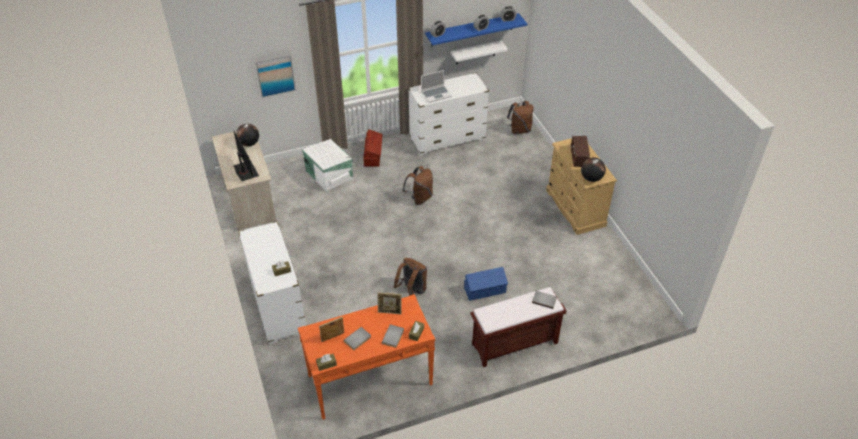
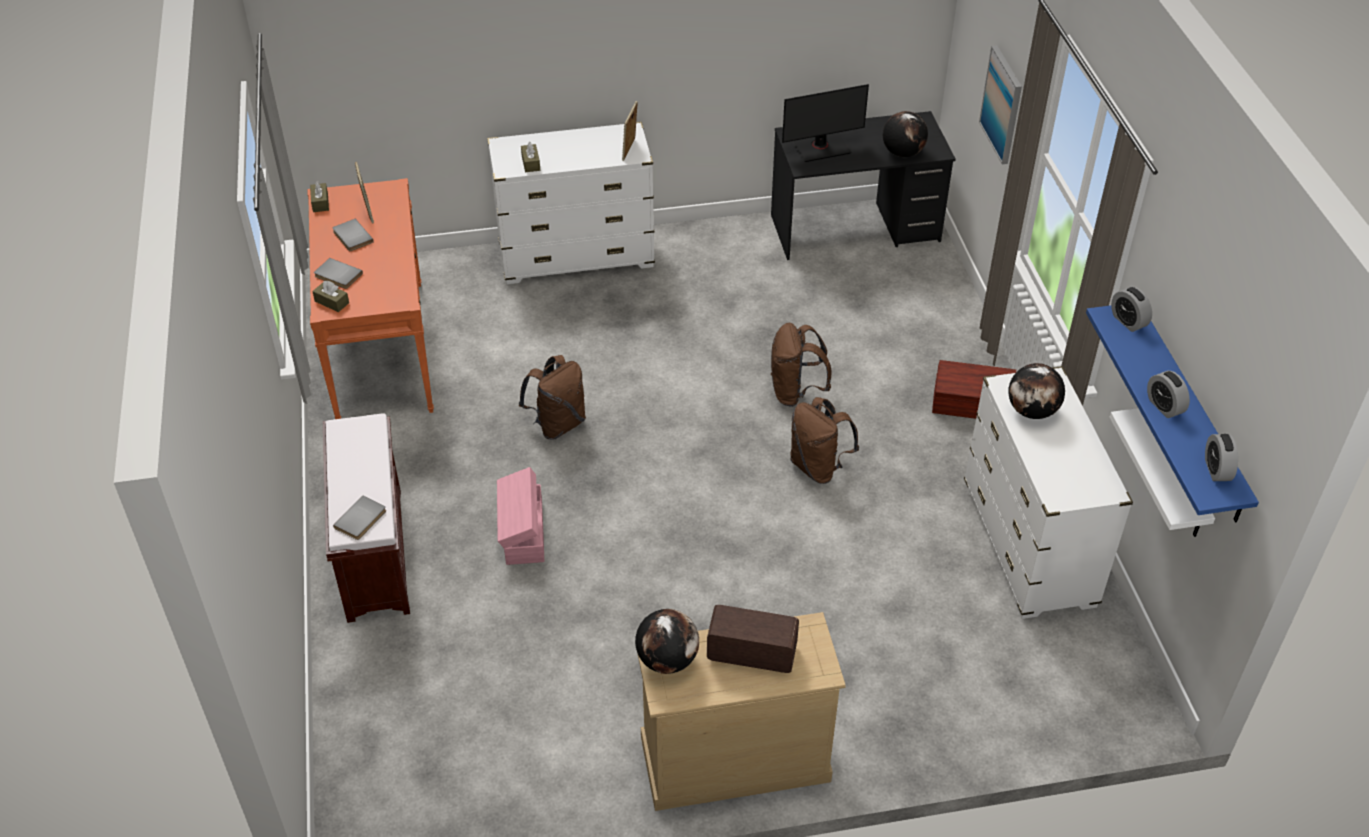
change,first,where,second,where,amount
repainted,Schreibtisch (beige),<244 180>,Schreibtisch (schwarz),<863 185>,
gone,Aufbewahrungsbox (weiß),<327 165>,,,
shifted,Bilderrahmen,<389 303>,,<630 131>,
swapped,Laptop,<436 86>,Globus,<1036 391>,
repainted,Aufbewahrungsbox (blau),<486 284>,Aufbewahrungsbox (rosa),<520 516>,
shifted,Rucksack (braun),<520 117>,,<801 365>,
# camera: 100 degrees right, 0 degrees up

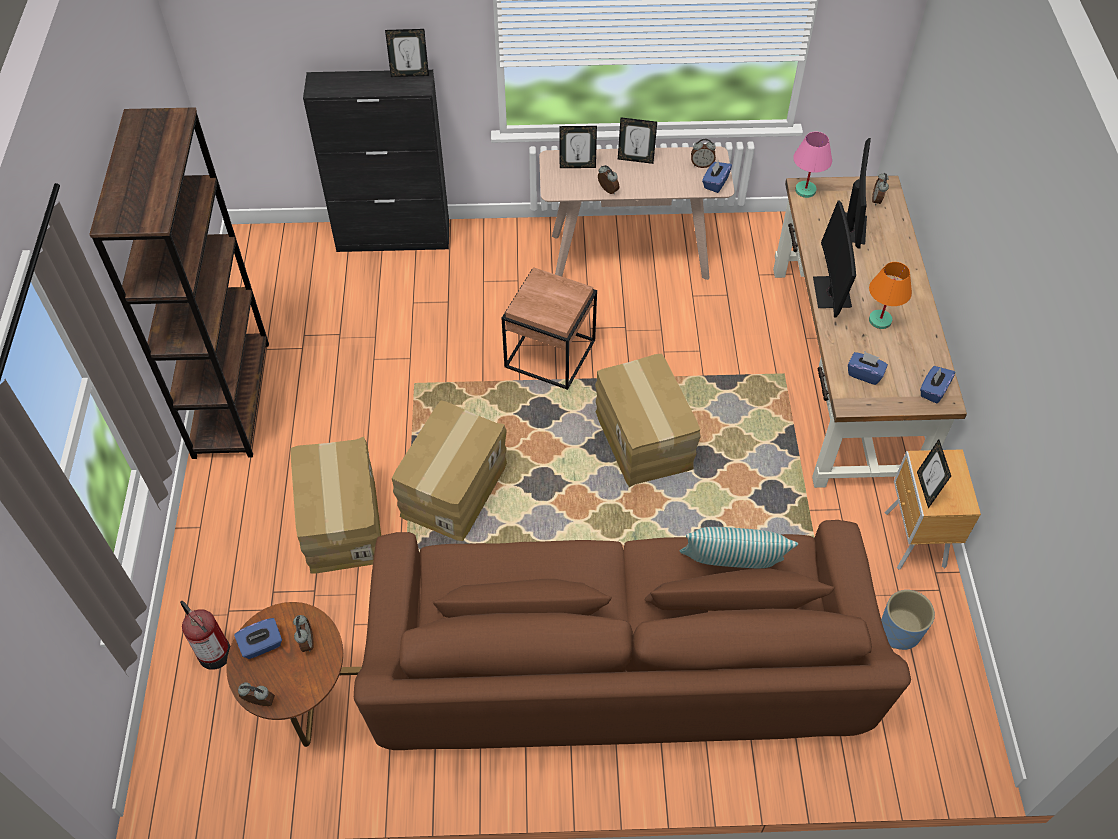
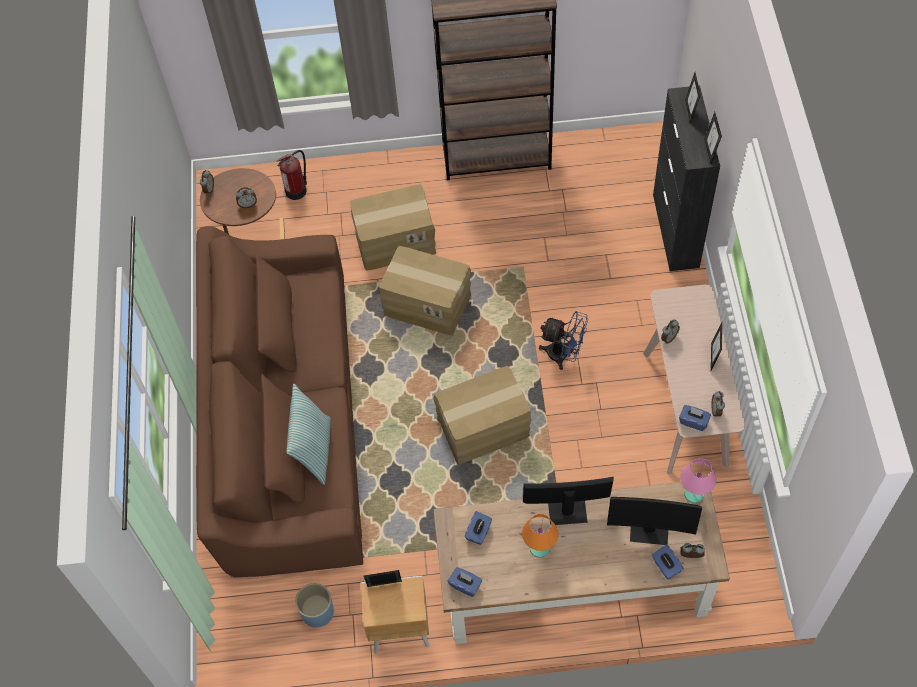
change,first,where,second,where,amount
shifted,Taschentuchbox (blau),<258 638>,,<668 562>,
swapped,Beistelltisch (braun),<549 328>,Ventilator (blau),<563 340>,
shifted,Bilderrahmen,<578 147>,,<693 97>,
# camera: 90 degrees right, 5 degrees up

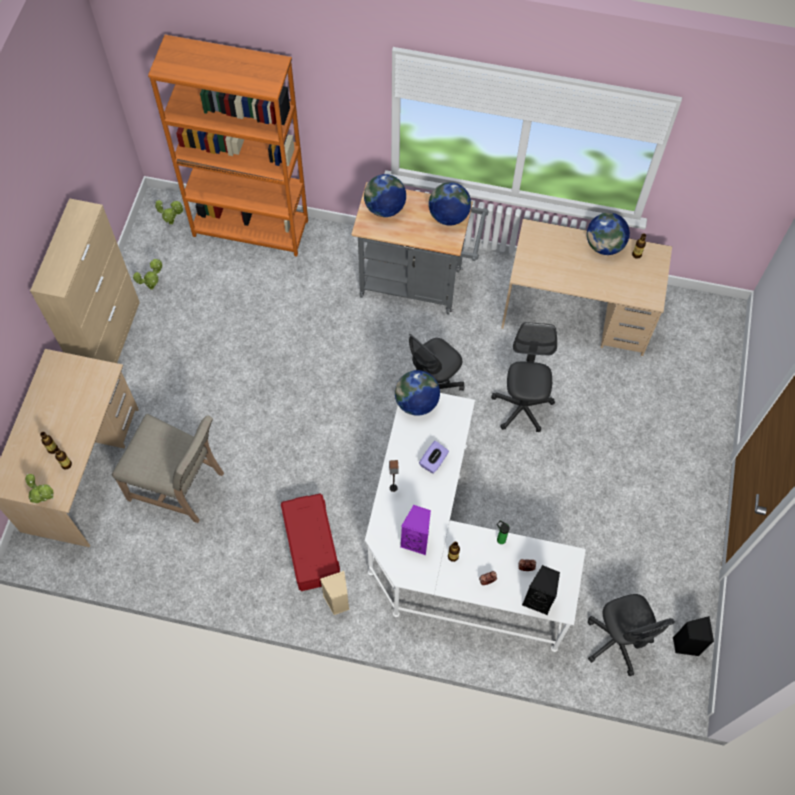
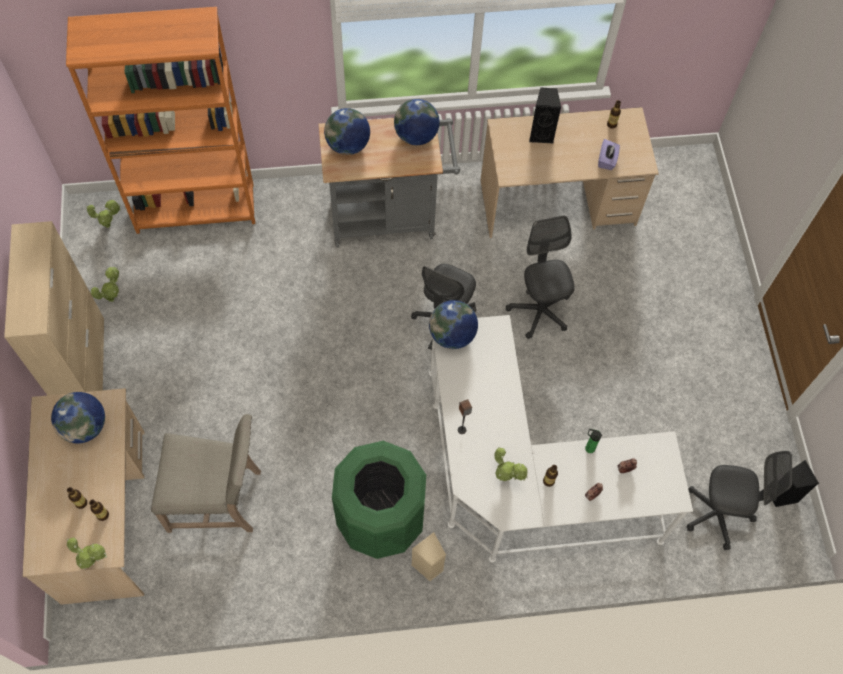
change,first,where,second,where,amount
swapped,Aufbewahrungsbox (rot),<310 542>,Mülleimer (grün),<379 500>,
swapped,Lautsprecher (lila),<416 530>,Topfpflanze,<511 464>,
shifted,Taschentuchbox (lila),<434 457>,,<609 154>,
shifted,Lautsprecher (schwarz),<541 590>,,<545 115>,
shifted,Globus,<608 234>,,<78 417>,
rotated,Bürostuhl (grau),<631 635>,,<739 500>,45 degrees counterclockwise
# camera: 20 degrees left, 0 degrees up

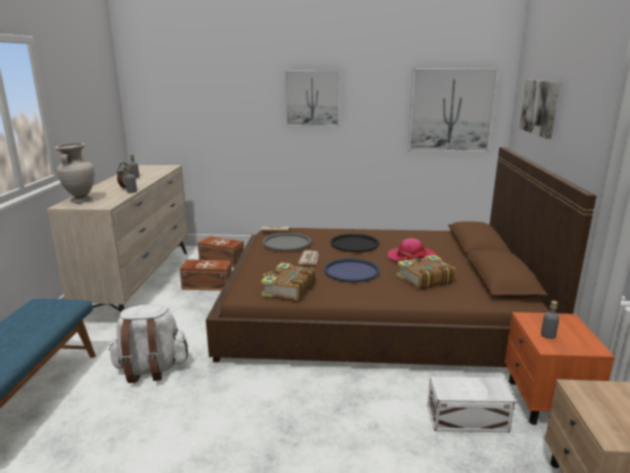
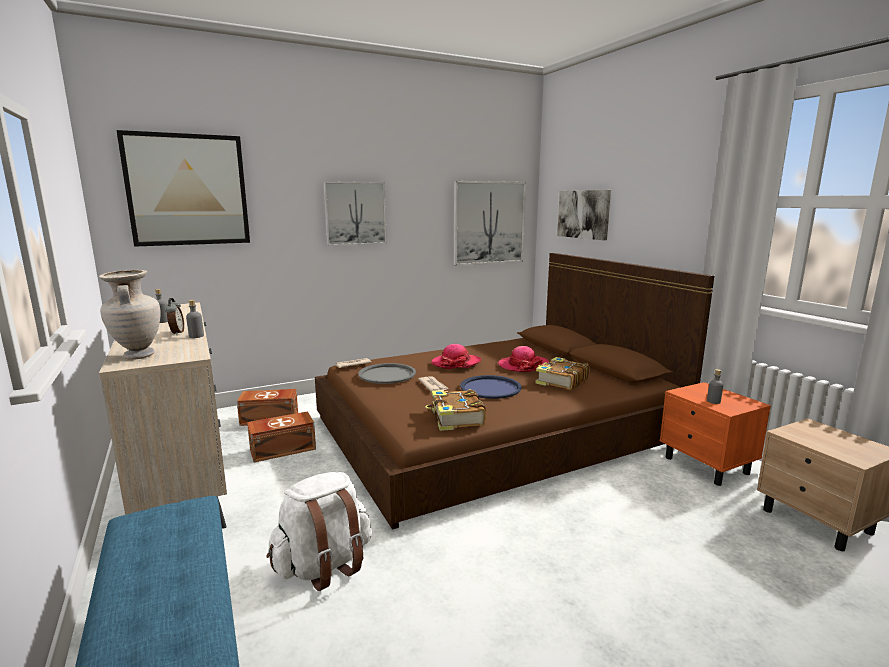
change,first,where,second,where,amount
swapped,Tablett (schwarz),<354 243>,Hut,<456 356>,
gone,Aufbewahrungsbox (weiß),<471 404>,,,
new,,,Bild,<183 188>,
# camera: 30 degrees left, 5 degrees down

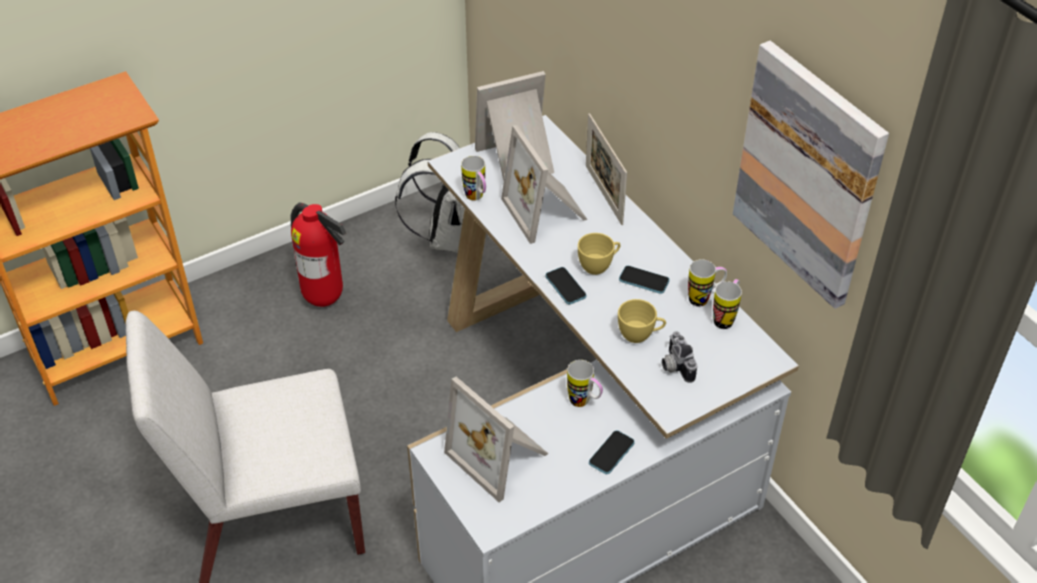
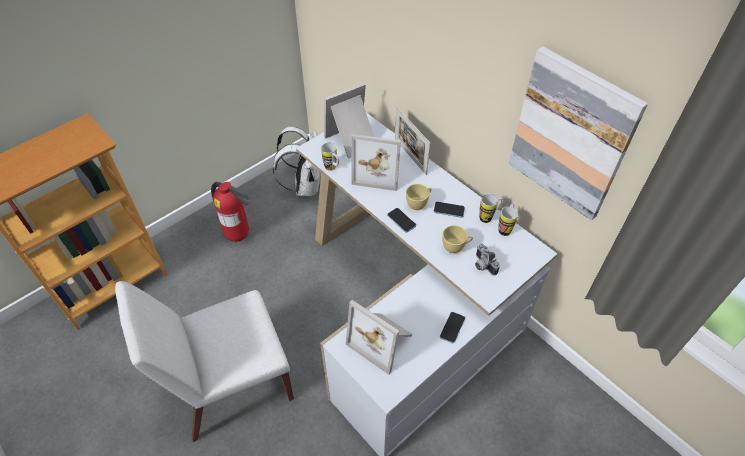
change,first,where,second,where,amount
rotated,Bilderrahmen,<544 184>,,<376 162>,45 degrees counterclockwise
gone,Henkelbecher,<585 383>,,,
# camera: 10 degrees left, 5 degrees up

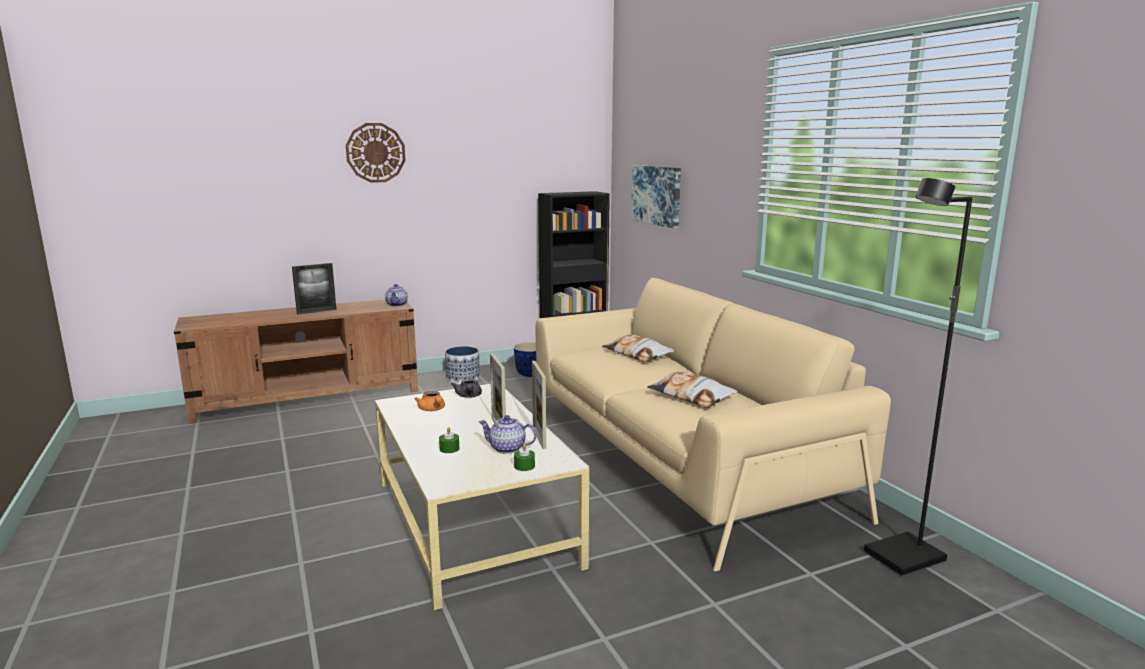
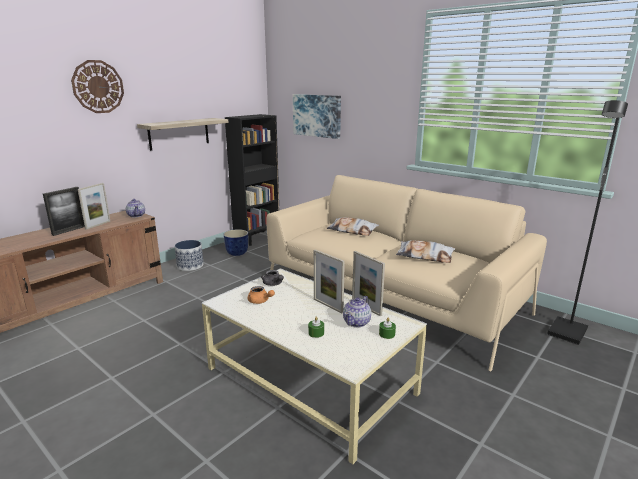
change,first,where,second,where,amount
rotated,Teekanne,<507 434>,,<357 312>,45 degrees counterclockwise
new,,,Bilderrahmen,<94 206>,
new,,,Wandregal,<183 134>,
# camera: 25 degrees left, 5 degrees up

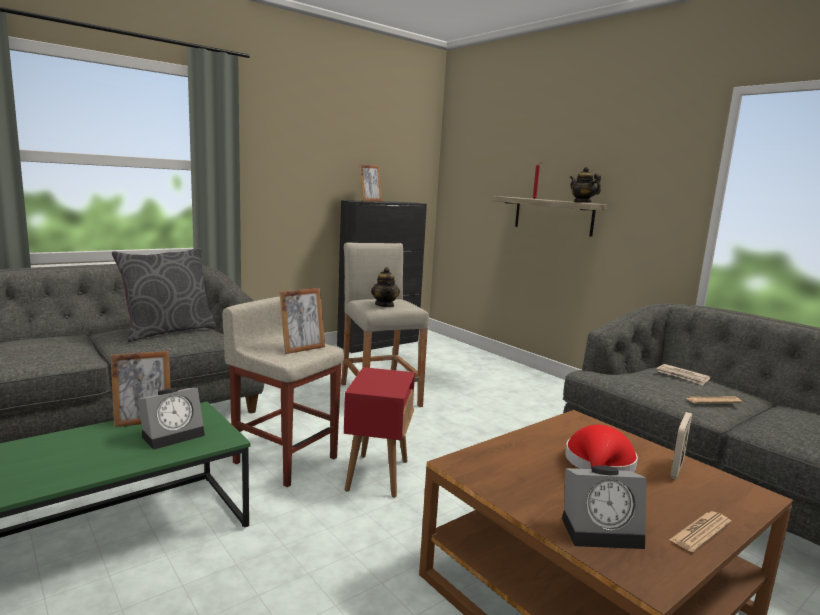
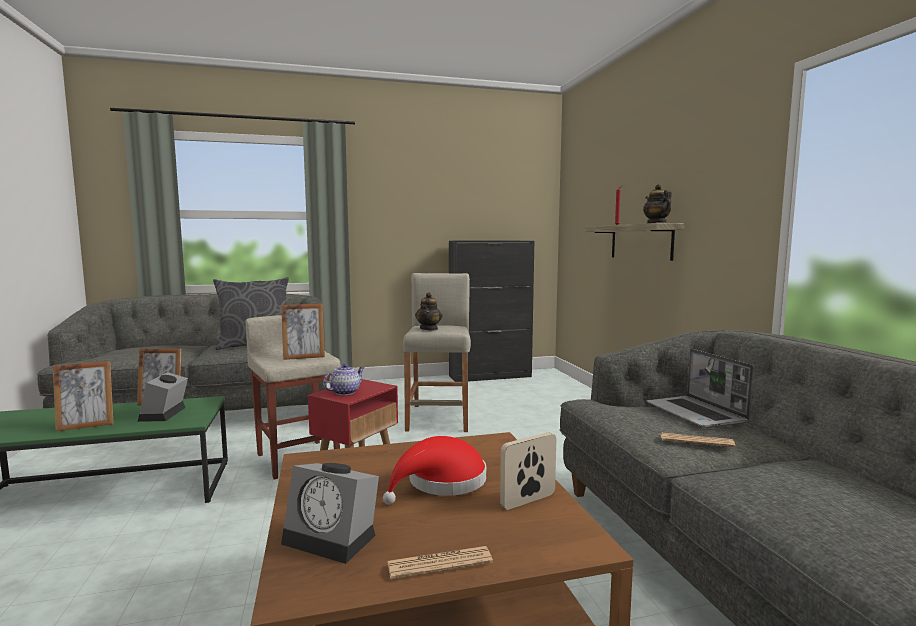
change,first,where,second,where,amount
rotated,Wecker,<171 419>,,<163 397>,105 degrees clockwise
shifted,Bilderrahmen,<370 183>,,<83 396>,
swapped,Zeitung,<683 374>,Laptop,<700 388>,
new,,,Teekanne,<344 379>,
# camera: 25 degrees right, 5 degrees down

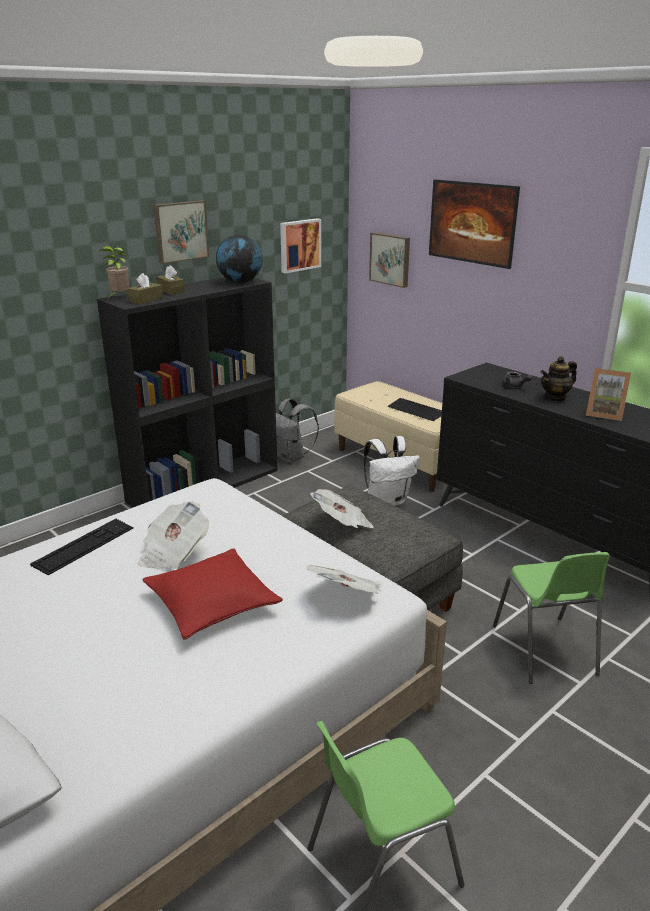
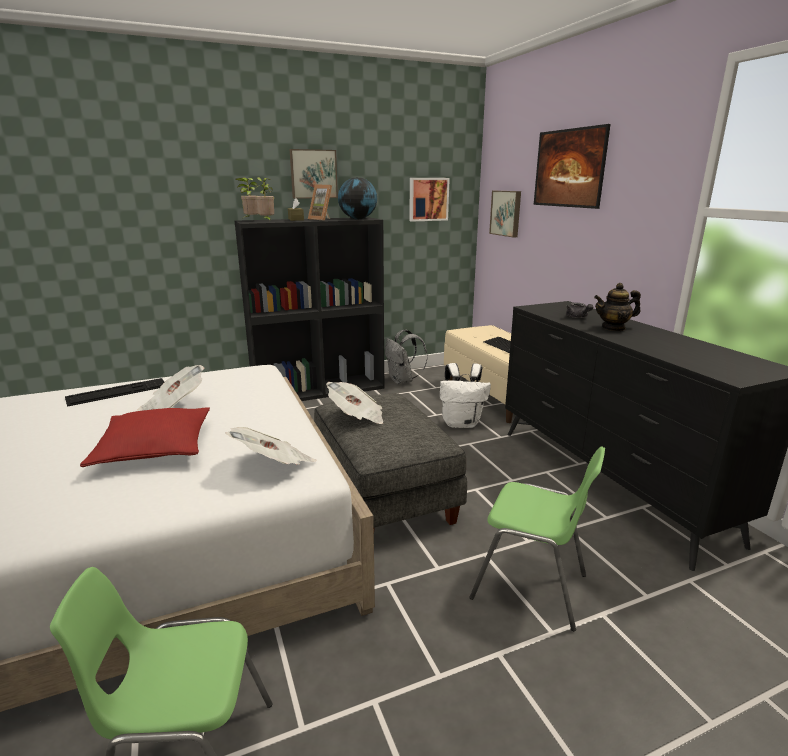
change,first,where,second,where,amount
swapped,Taschentuchbox (braun),<145 288>,Topfpflanze,<265 199>,
rotated,Stuhl (grün),<551 618>,,<537 538>,75 degrees counterclockwise
shifted,Bilderrahmen,<608 394>,,<320 203>,
# camera: 20 degrees right, 5 degrees down

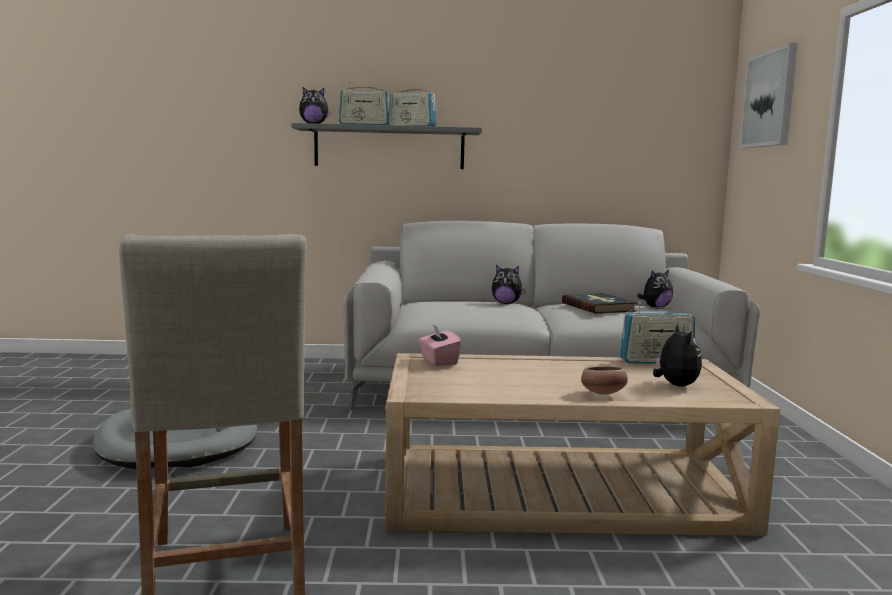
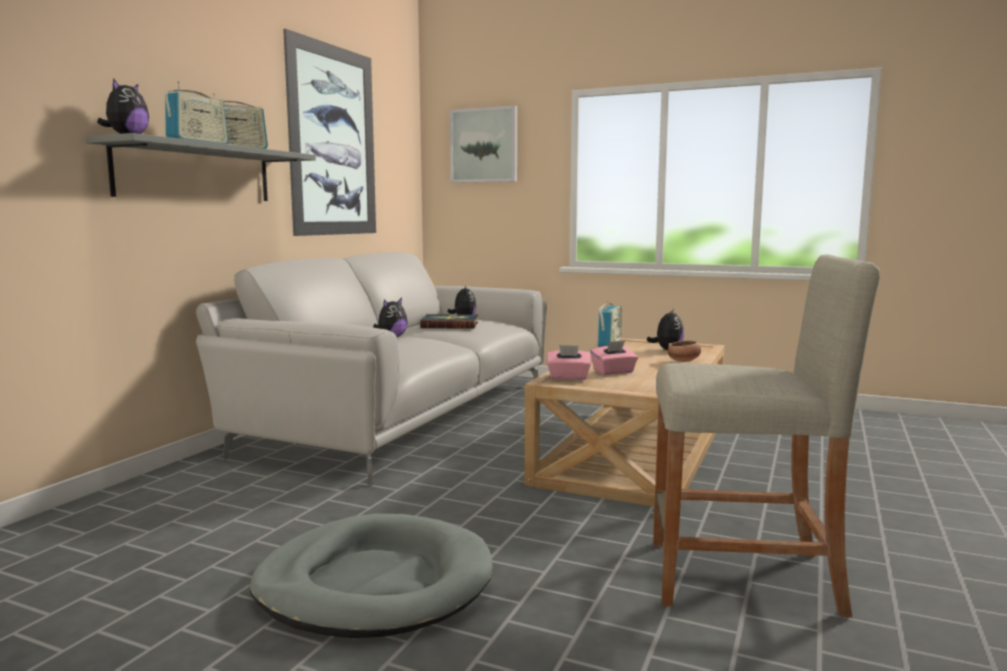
change,first,where,second,where,amount
rotated,Plüschtier,<677 355>,,<665 329>,90 degrees clockwise
new,,,Bild,<329 132>,
new,,,Taschentuchbox (rosa),<614 358>,
# camera: 65 degrees left, 0 degrees up

